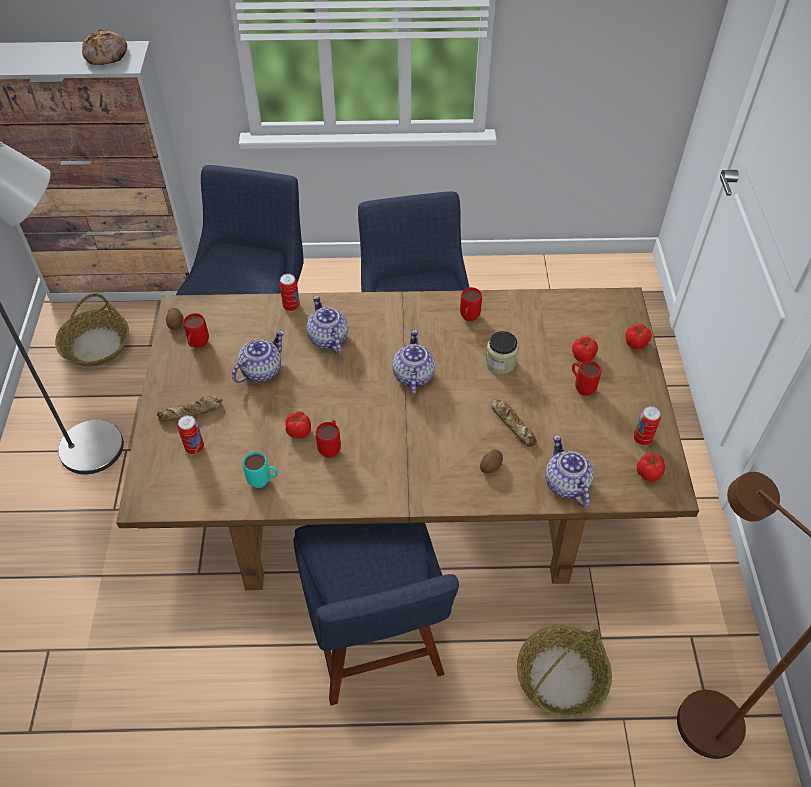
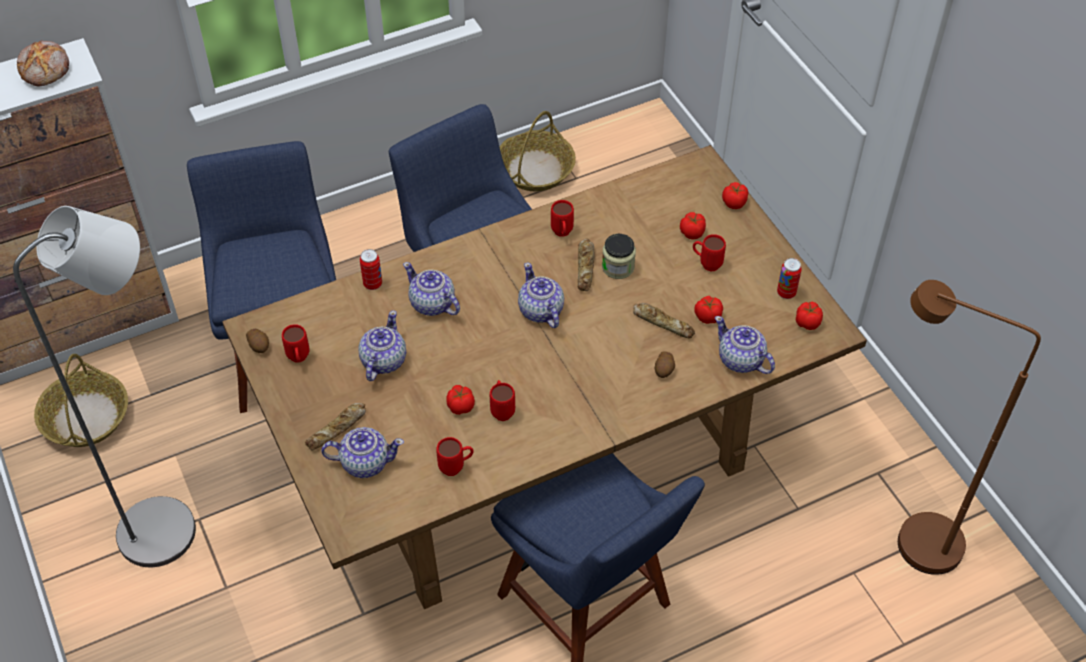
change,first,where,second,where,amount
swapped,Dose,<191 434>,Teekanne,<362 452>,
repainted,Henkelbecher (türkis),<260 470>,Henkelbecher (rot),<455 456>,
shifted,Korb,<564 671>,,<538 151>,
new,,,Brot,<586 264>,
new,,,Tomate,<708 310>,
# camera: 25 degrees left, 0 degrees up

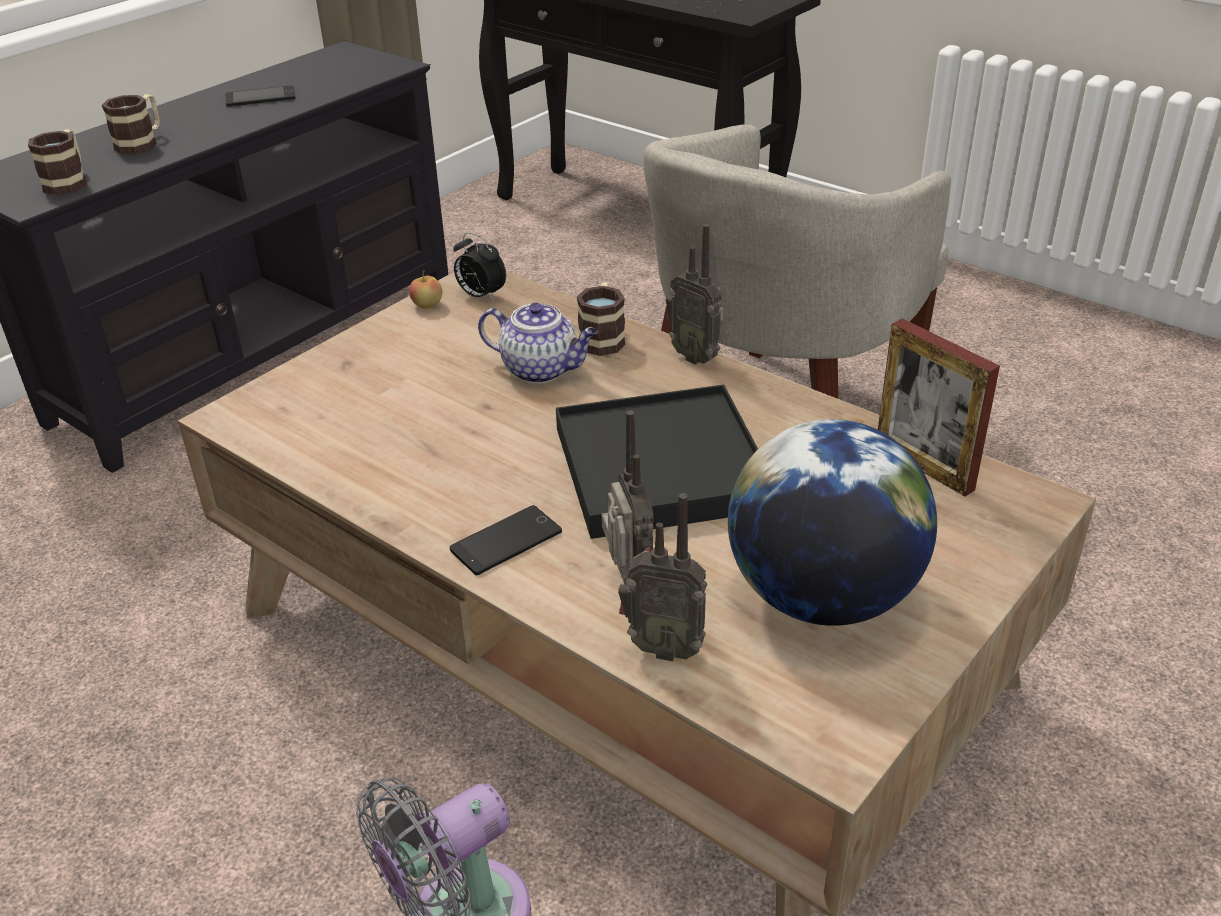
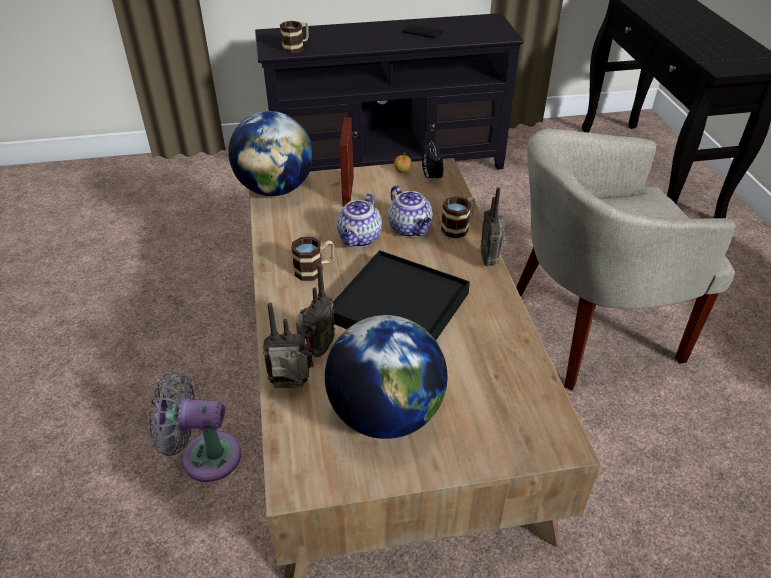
change,first,where,second,where,amount
shifted,Henkelbecher,<131 124>,,<312 259>,
gone,Handy,<506 540>,,,
rotated,Radio,<662 577>,,<288 345>,120 degrees clockwise
shifted,Bilderrahmen,<939 407>,,<346 162>,
new,,,Globus,<270 153>,
new,,,Teekanne,<359 220>,
# camera: 40 degrees right, 5 degrees up

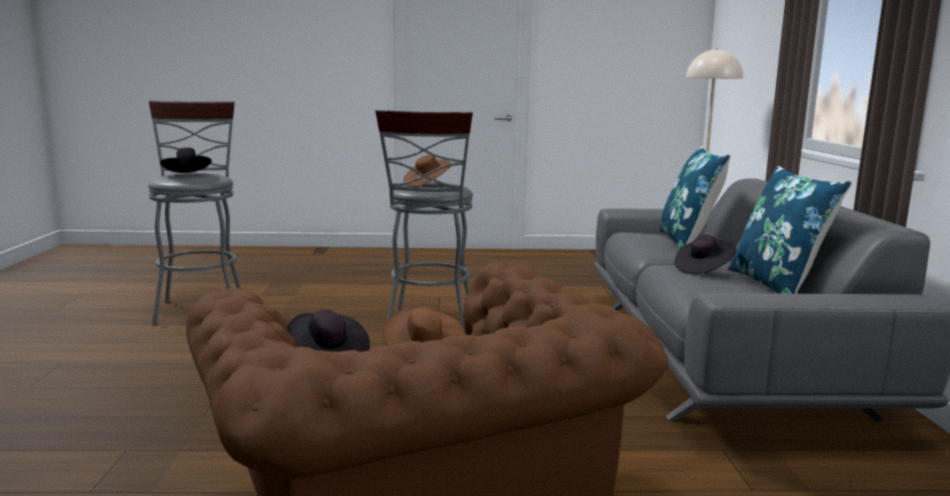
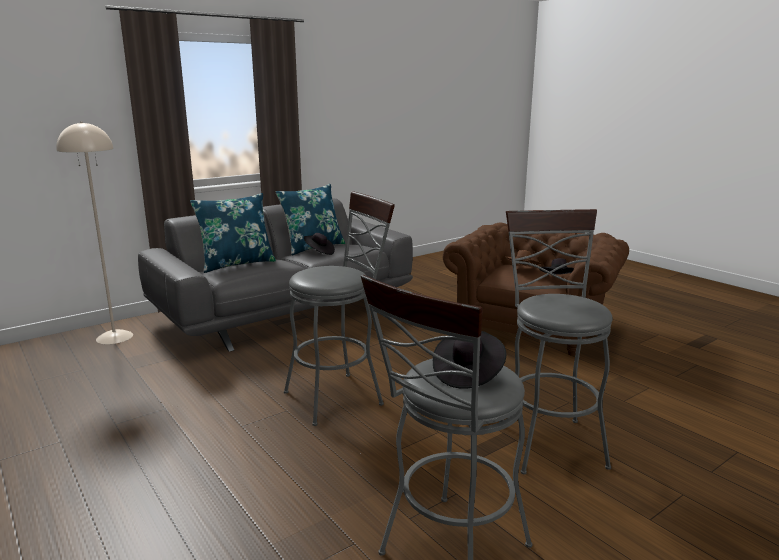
change,first,where,second,where,amount
gone,Hut (braun),<427 171>,,,
new,,,Hocker (grau),<556 341>,
# camera: 125 degrees left, 5 degrees up

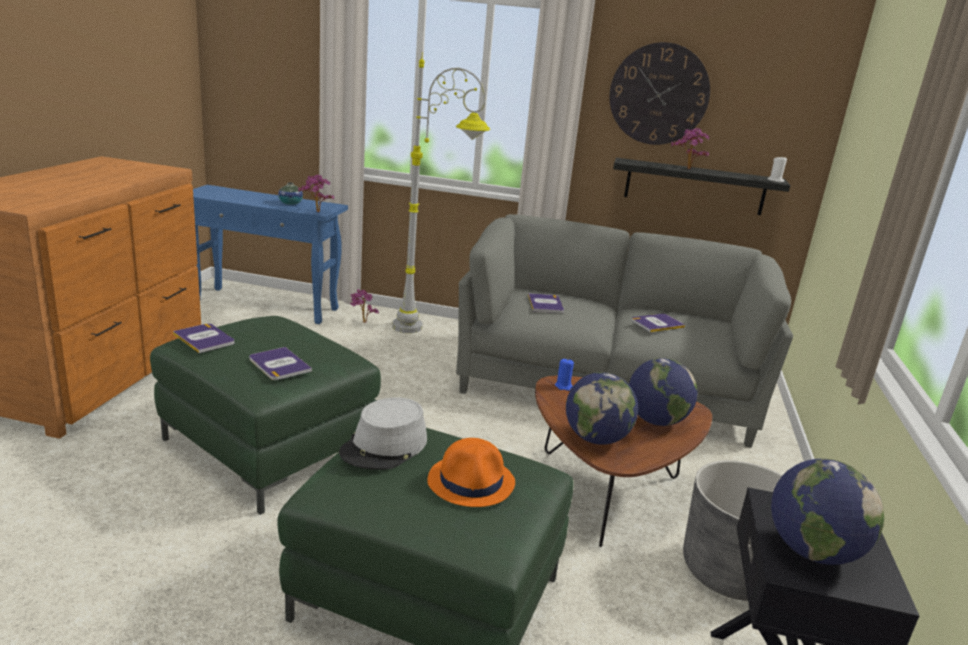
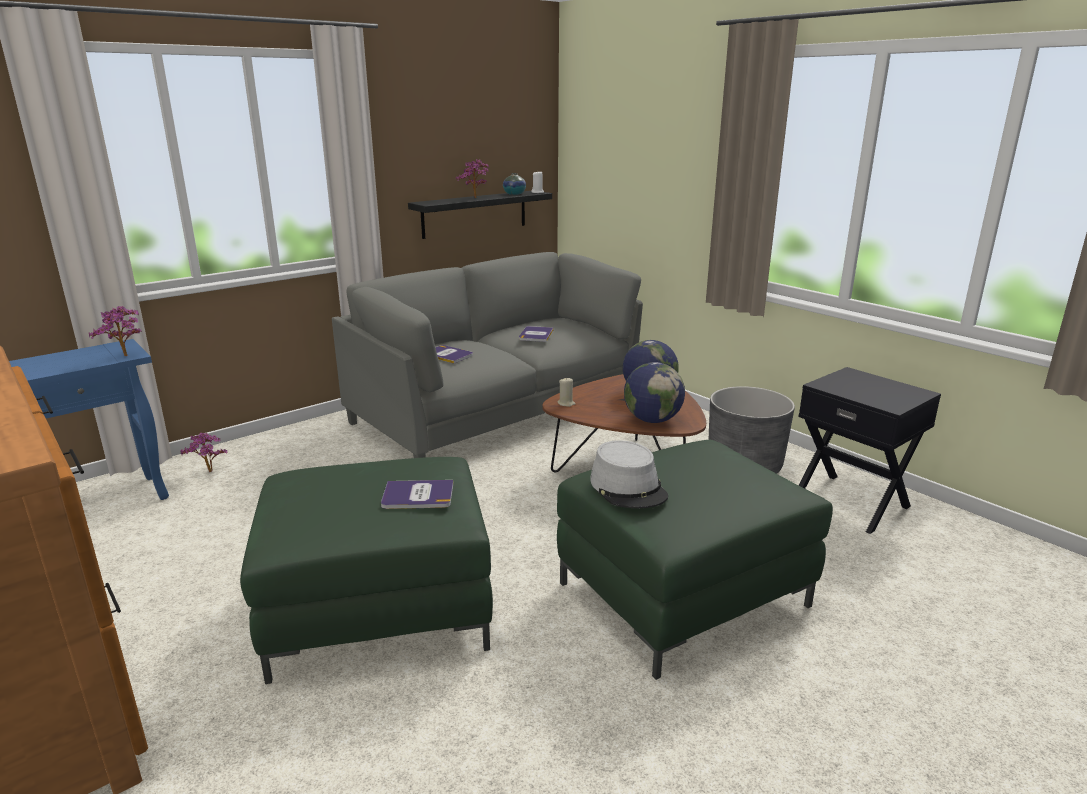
change,first,where,second,where,amount
gone,Buch,<203 338>,,,
shifted,Vase,<290 194>,,<514 184>,
gone,Stehlampe (grau),<441 193>,,,
gone,Hut (orange),<471 472>,,,
repainted,Kerze (blau),<564 374>,Kerze (beige),<566 392>,
gone,Wanduhr,<659 93>,,,
gone,Globus,<827 512>,,,
# camera: 50 degrees left, 0 degrees up

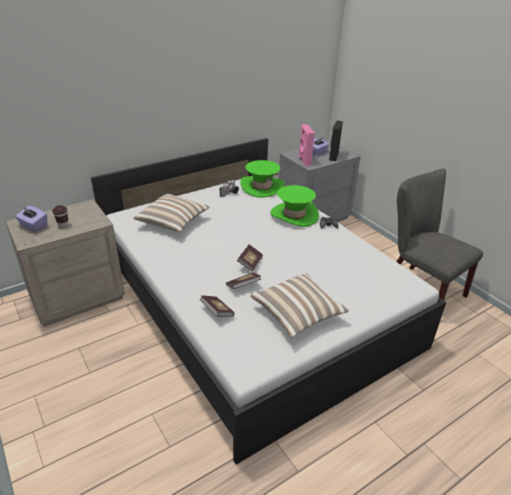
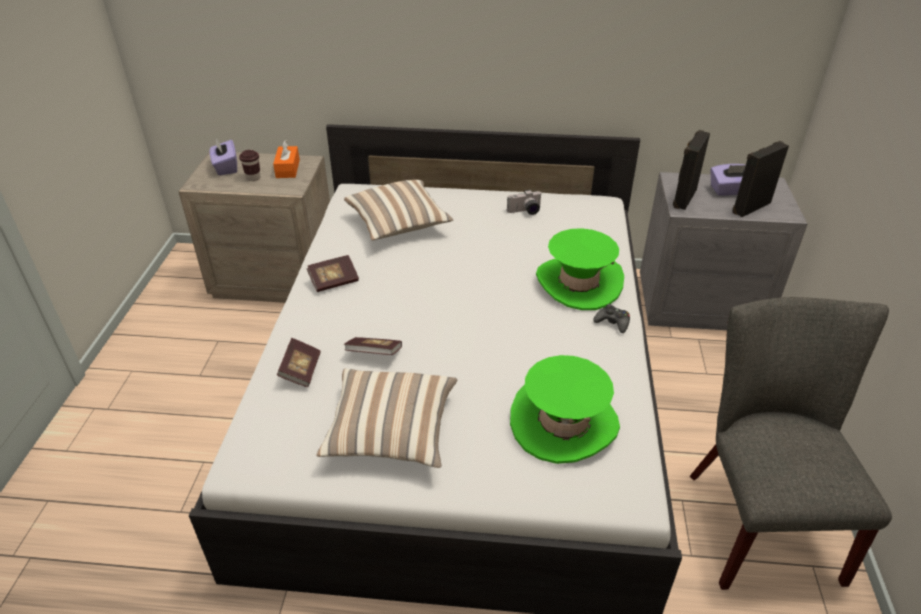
change,first,where,second,where,amount
shifted,Buch,<250 257>,,<333 273>,
shifted,Hut (grün),<262 179>,,<565 409>,
repainted,Lautsprecher (rosa),<307 145>,Lautsprecher (schwarz),<691 170>,
new,,,Taschentuchbox (orange),<286 159>,
# camera: 40 degrees right, 5 degrees up

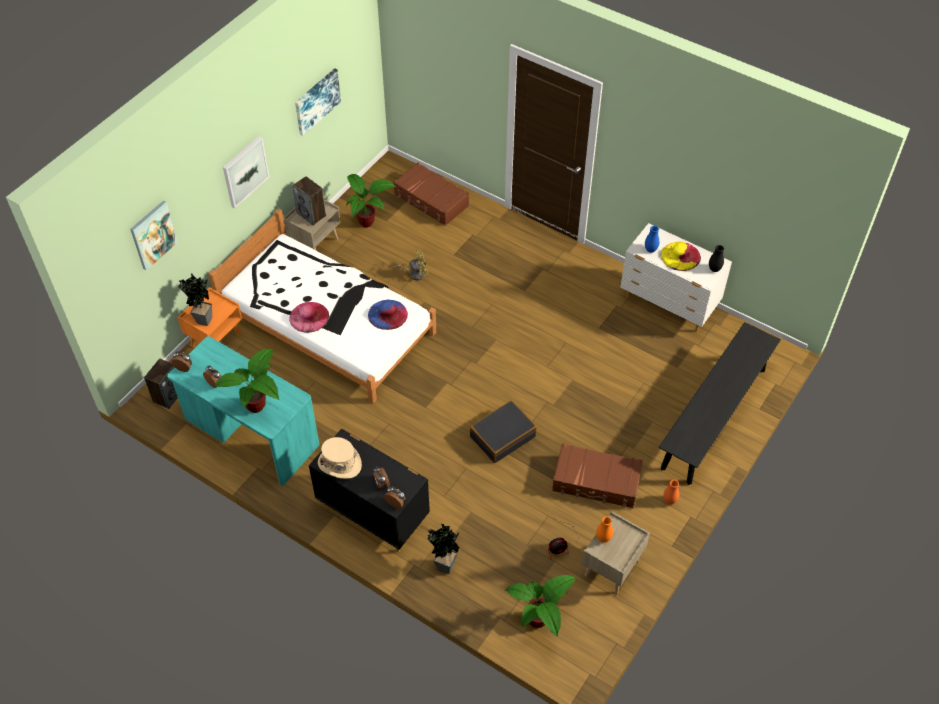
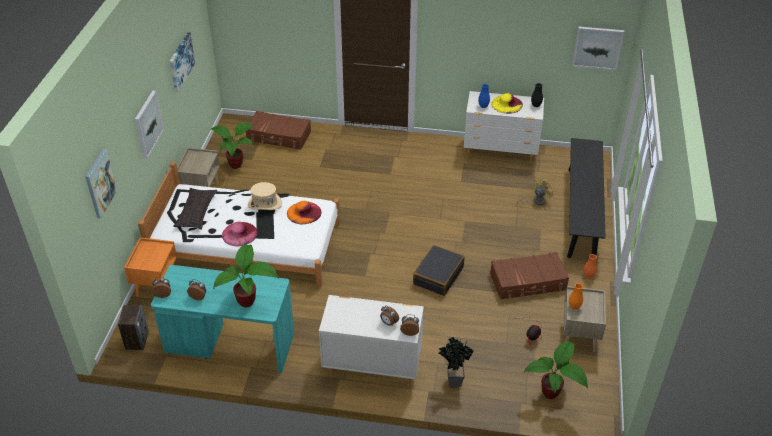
change,first,where,second,where,amount
gone,Topfpflanze,<195 300>,,,
gone,Lautsprecher,<309 200>,,,
repainted,Kommode (schwarz),<369 490>,Kommode (weiß),<371 341>,
shifted,Hut (beige),<340 458>,,<265 196>,
repainted,Hut (blau),<388 315>,Hut (orange),<304 213>,
shifted,Ventilator (gelb),<410 265>,,<535 191>,
new,,,Kissen,<195 209>,
new,,,Bild,<598 48>,
# camera: 25 degrees left, 10 degrees down

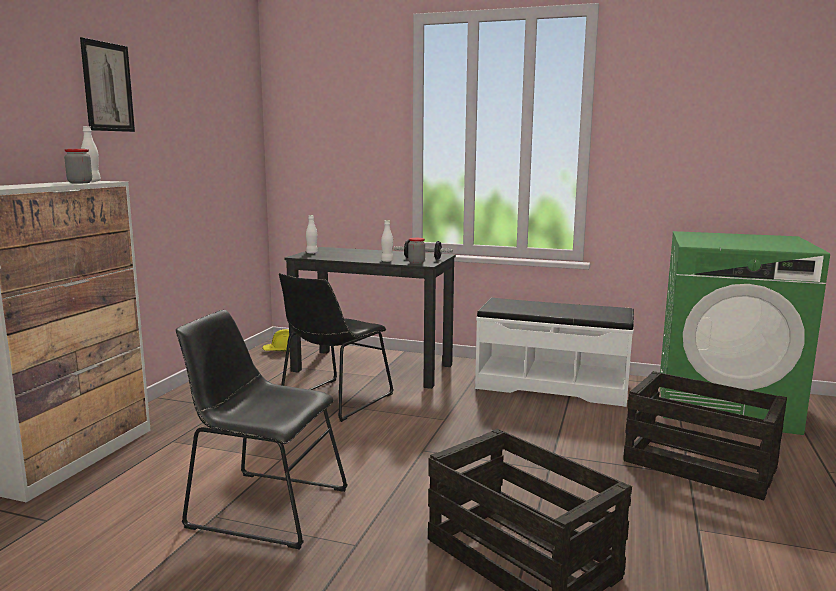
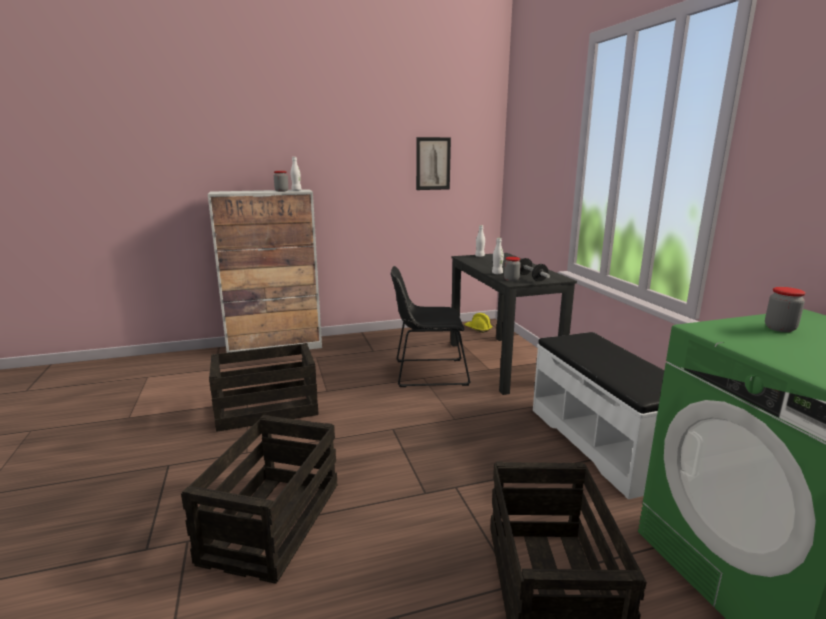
change,first,where,second,where,amount
shifted,Bild,<107 84>,,<433 163>,
swapped,Stuhl (schwarz),<262 430>,Kiste,<263 387>,
new,,,Vorratsglas,<785 309>,
# camera: 55 degrees right, 5 degrees up

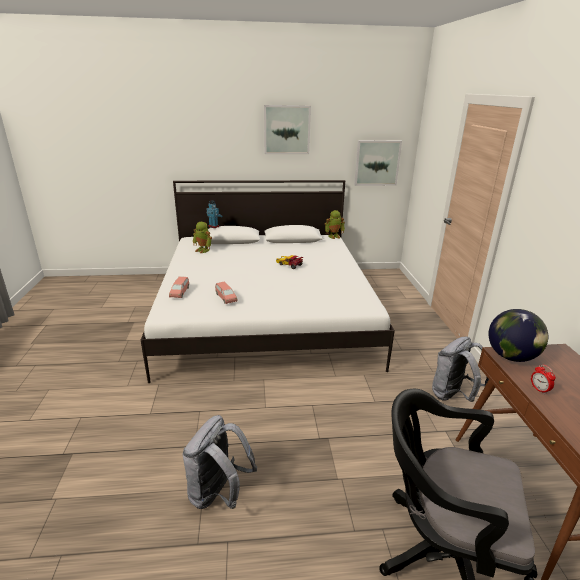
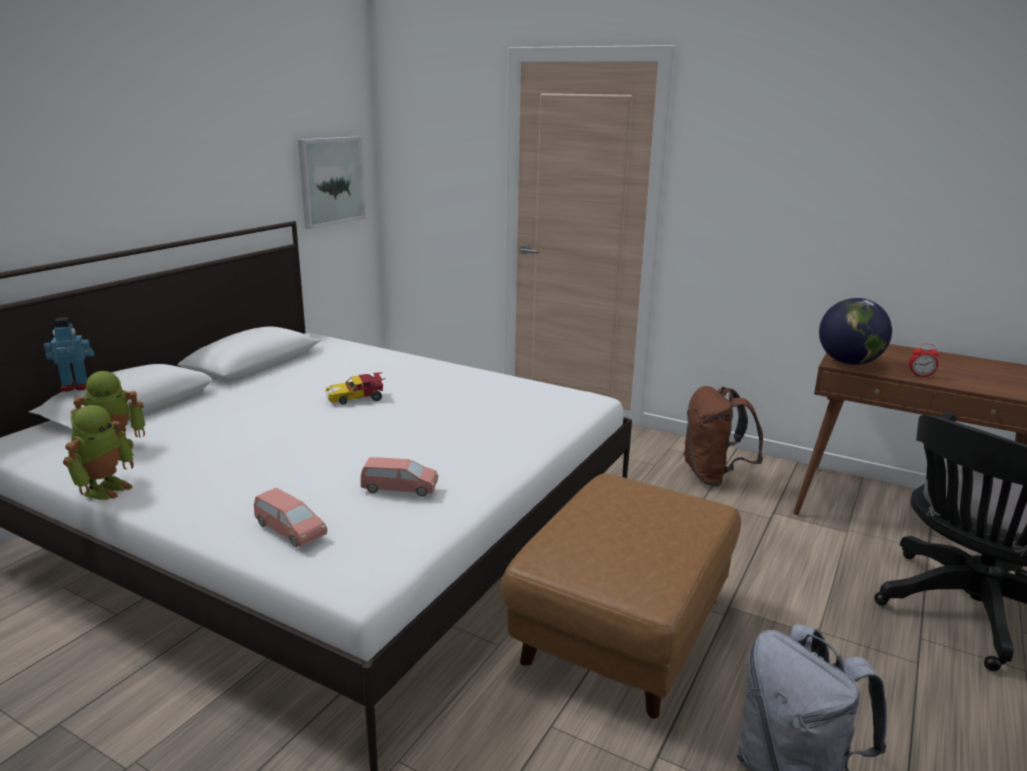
change,first,where,second,where,amount
gone,Bild,<287 129>,,,
shifted,Spielzeugroboter,<335 224>,,<98 452>,
repainted,Rucksack (grau),<460 369>,Rucksack (braun),<723 436>,
new,,,Polsterhocker (braun),<621 596>,
# camera: 55 degrees left, 5 degrees down

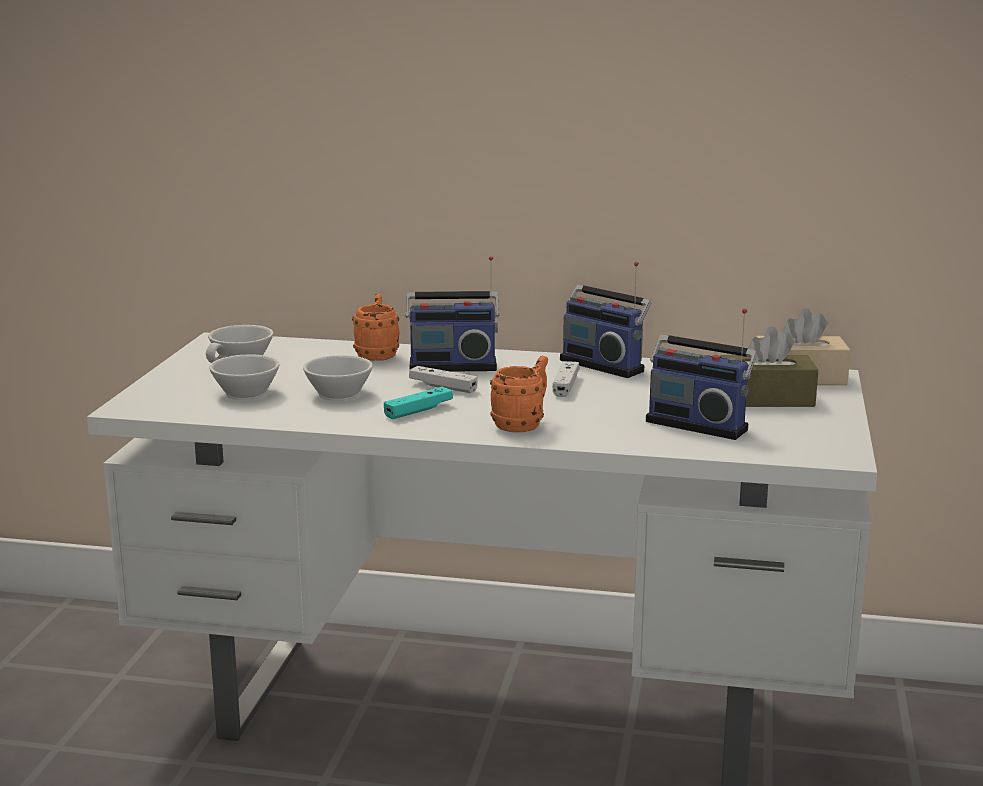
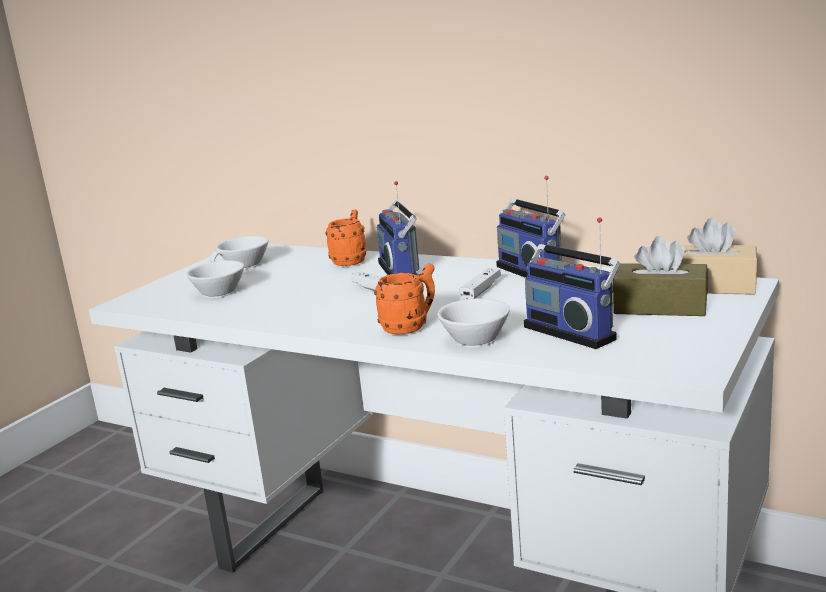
change,first,where,second,where,amount
shifted,Tasse (weiß),<338 378>,,<473 323>,
gone,Gamepad (türkis),<418 403>,,,
rotated,Radio,<452 314>,,<398 228>,60 degrees clockwise
# camera: 20 degrees right, 0 degrees up

